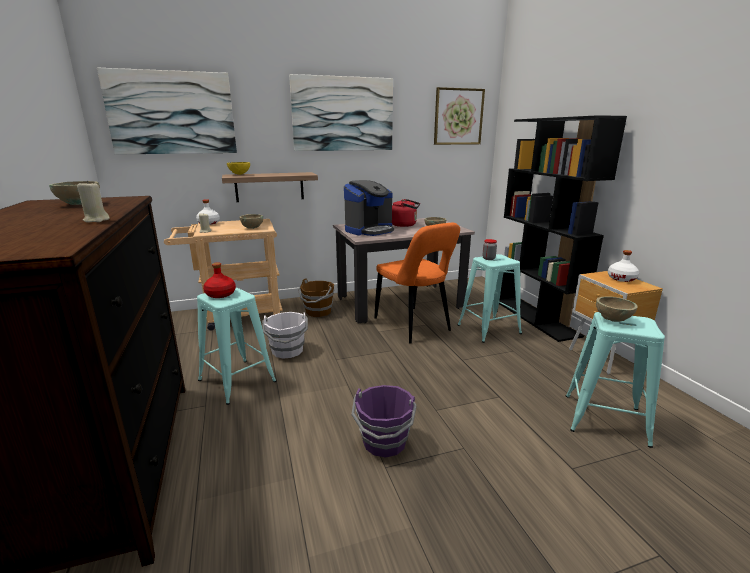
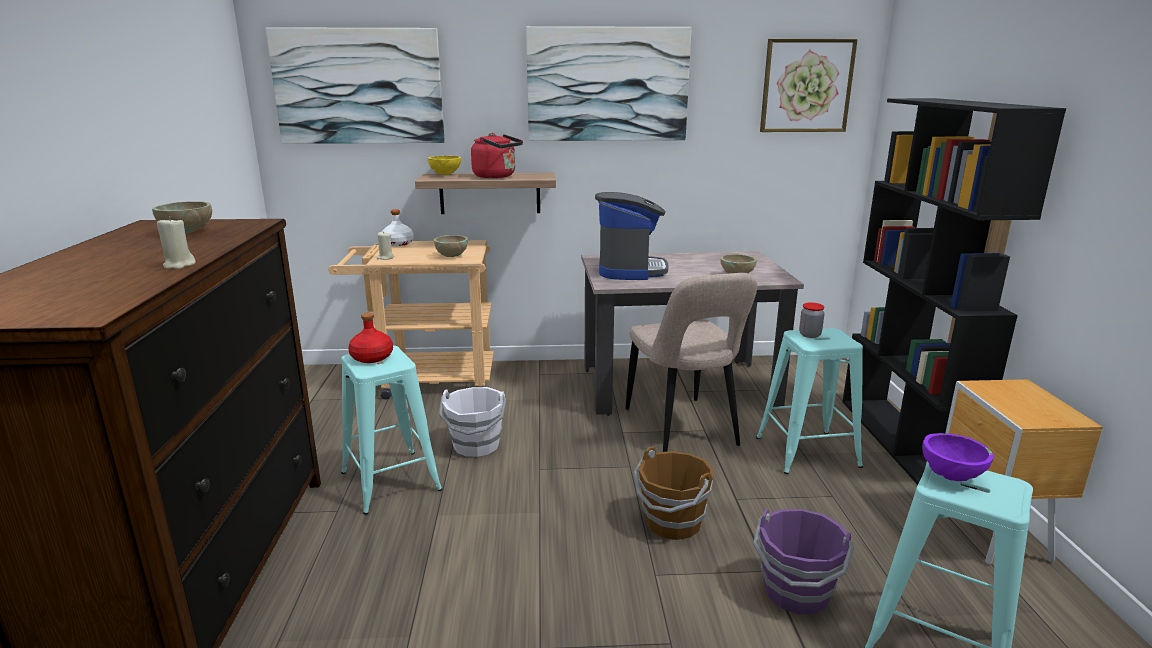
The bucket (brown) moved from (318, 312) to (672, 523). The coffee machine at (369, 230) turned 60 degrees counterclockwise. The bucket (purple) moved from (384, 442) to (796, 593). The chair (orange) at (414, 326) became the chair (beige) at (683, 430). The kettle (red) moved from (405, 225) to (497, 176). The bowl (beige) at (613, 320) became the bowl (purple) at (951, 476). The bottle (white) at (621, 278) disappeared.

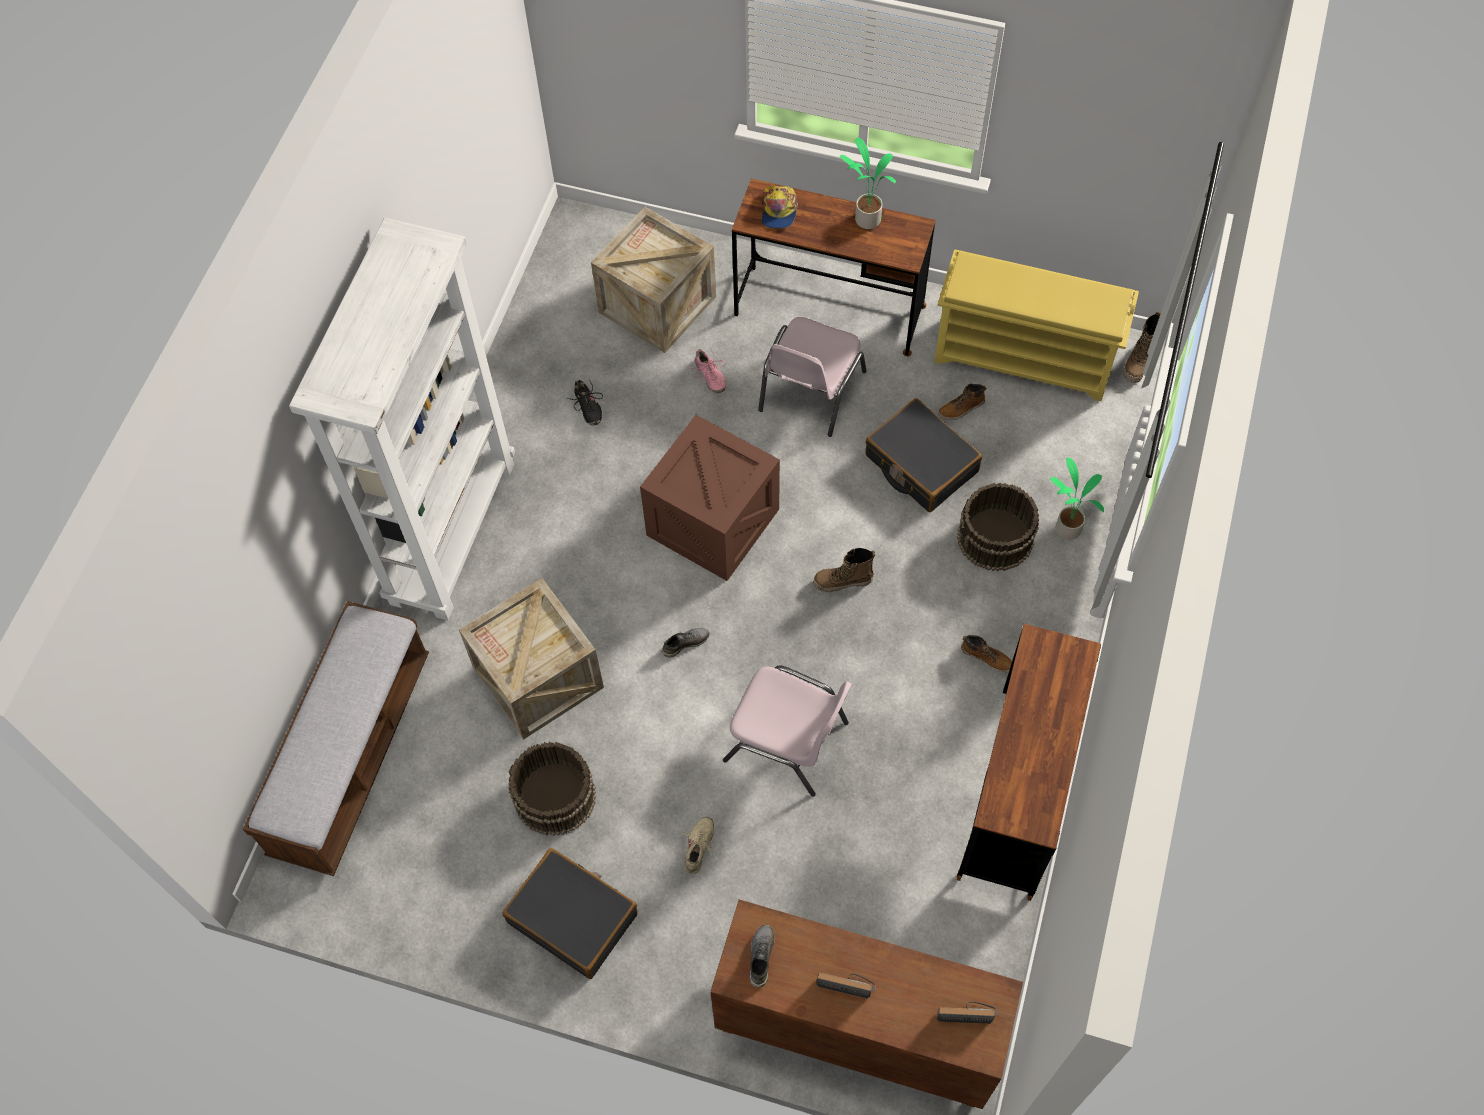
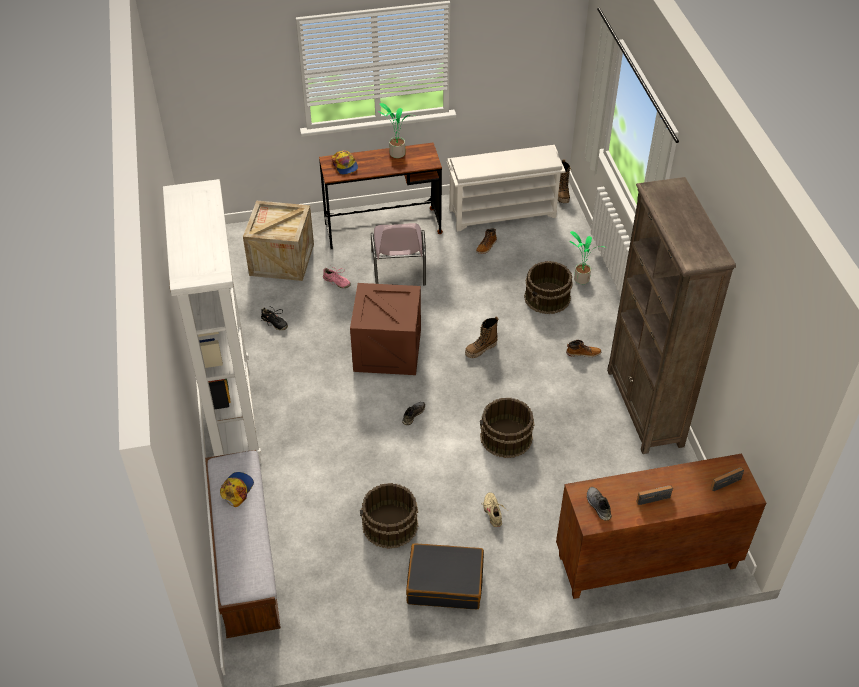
The crate at (538, 677) disappeared. The chair (pink) at (788, 741) was replaced by the bucket (brown) at (506, 438). The suitcase (black) at (920, 464) disappeared. The shoe rack (yellow) at (1025, 357) became the shoe rack (white) at (503, 212). The desk (brown) at (1017, 791) was replaced by the bookcase (brown) at (644, 408). The cap at (237, 490) appeared.

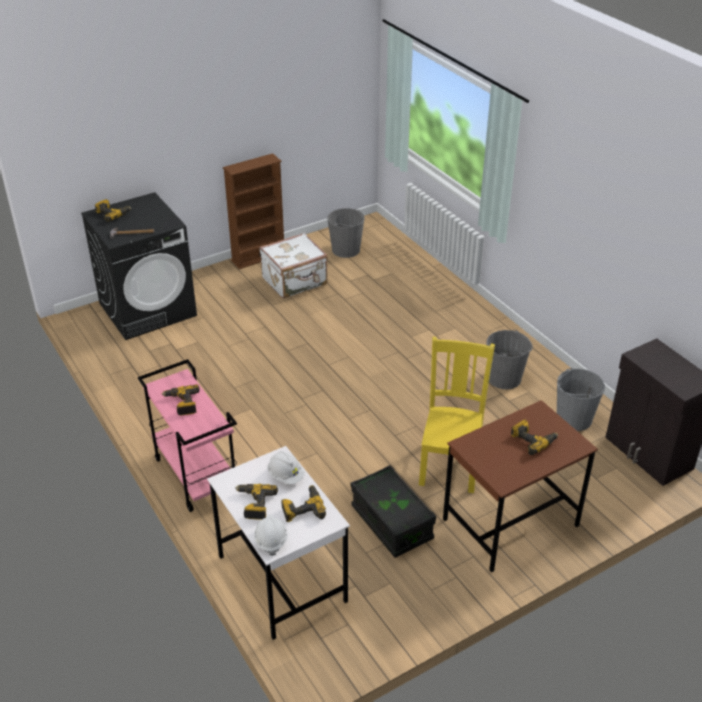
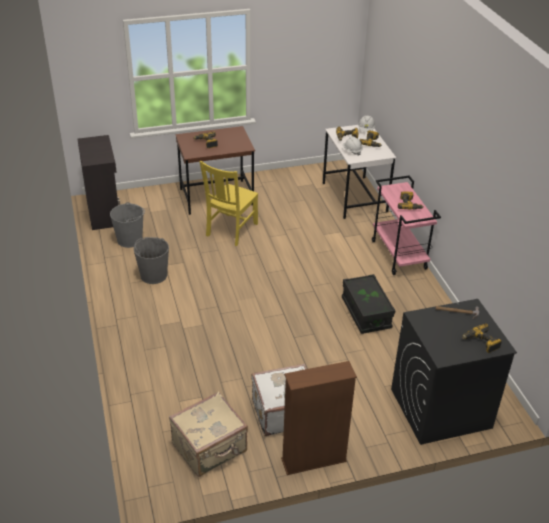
The bucket (grey) at (346, 250) was replaced by the suitcase (beige) at (210, 448). The storage box (black) moved from (391, 523) to (366, 313).

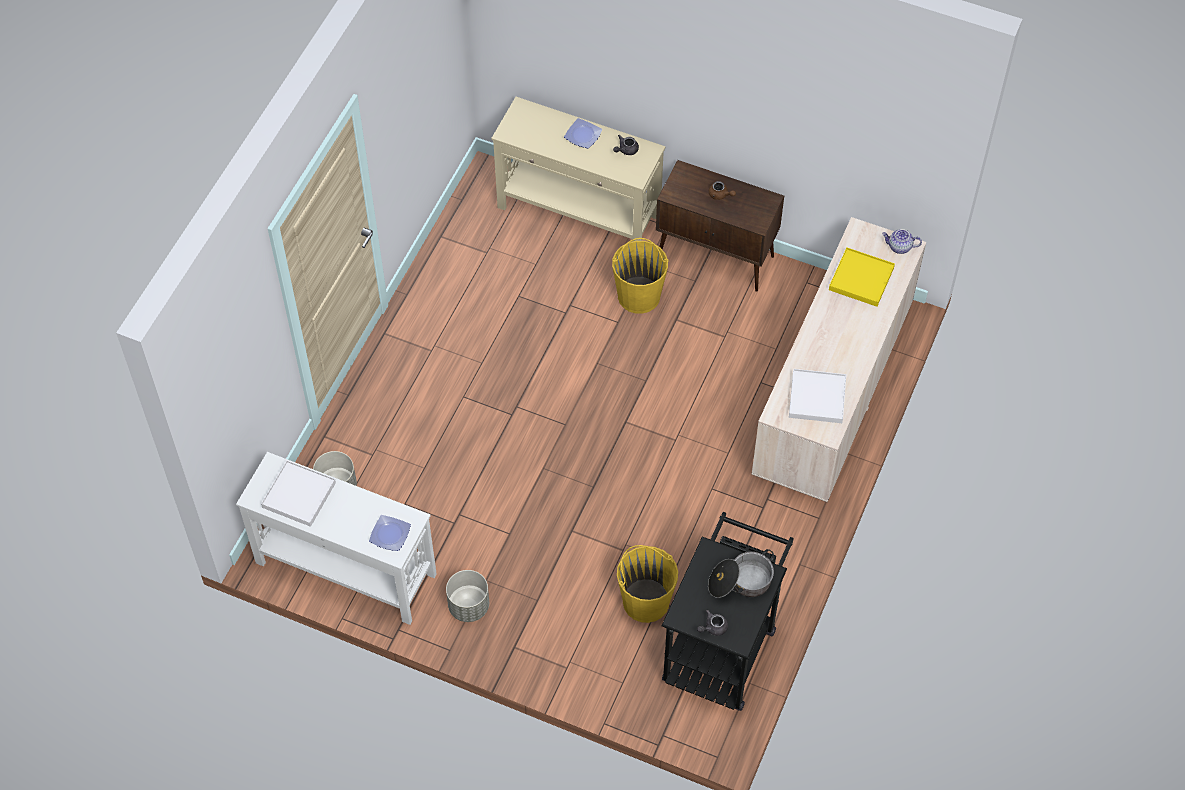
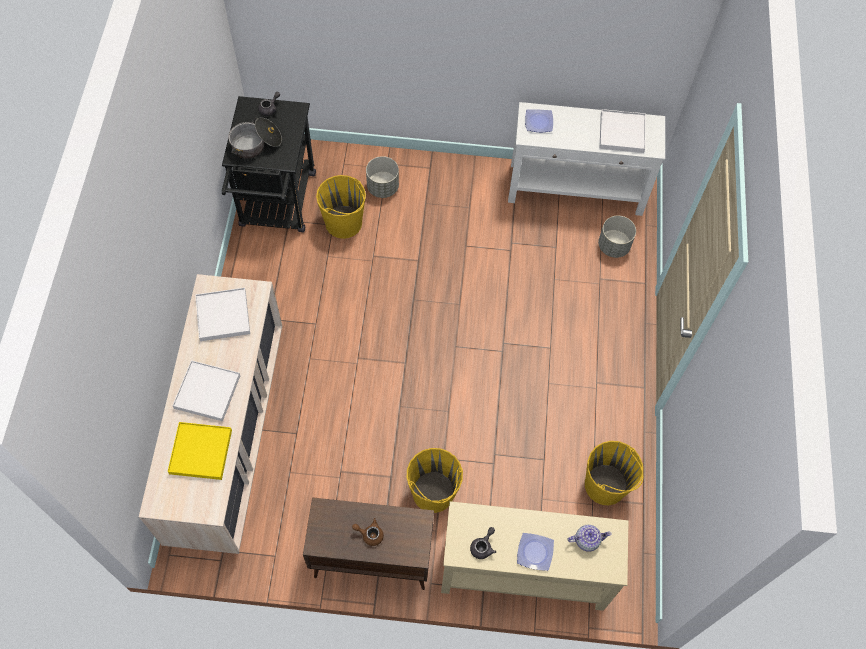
The planter (grey) moved from (468, 606) to (383, 187). The teapot moved from (899, 247) to (587, 540). The tray (white) at (207, 392) appeared. The bucket (yellow) at (605, 485) appeared.

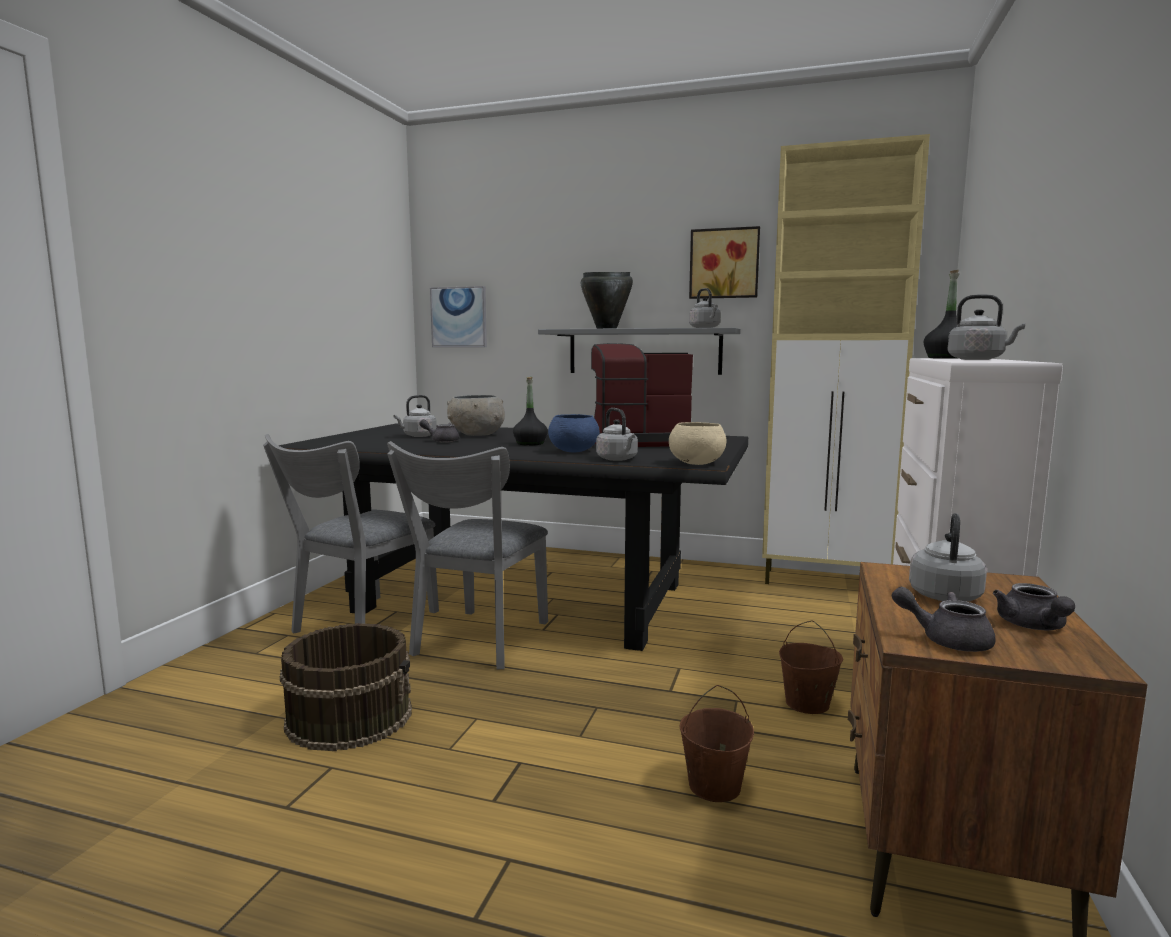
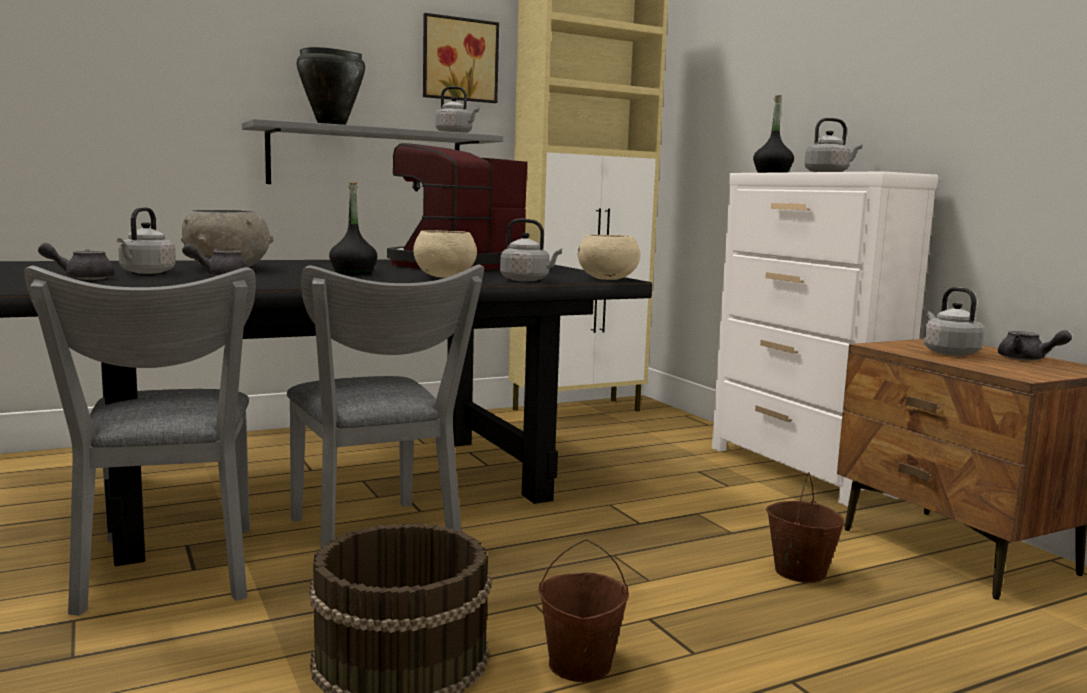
The picture at (459, 317) disappeared. The bowl (blue) at (573, 451) became the bowl (beige) at (444, 276). The bucket (brown) moved from (807, 704) to (580, 665). The teapot (grey) moved from (946, 640) to (82, 278).

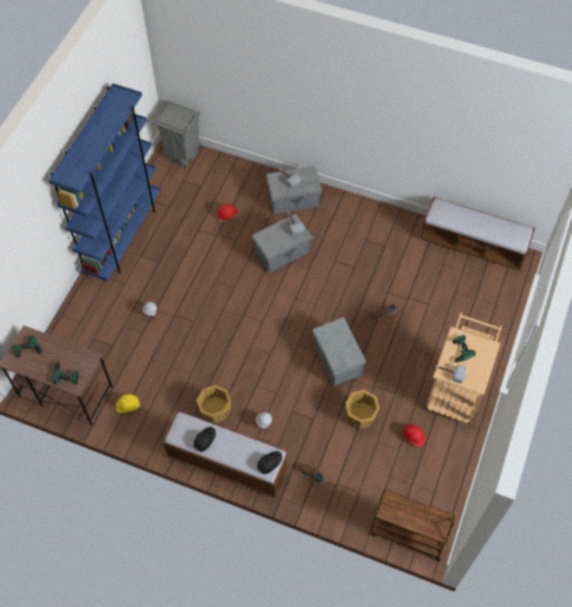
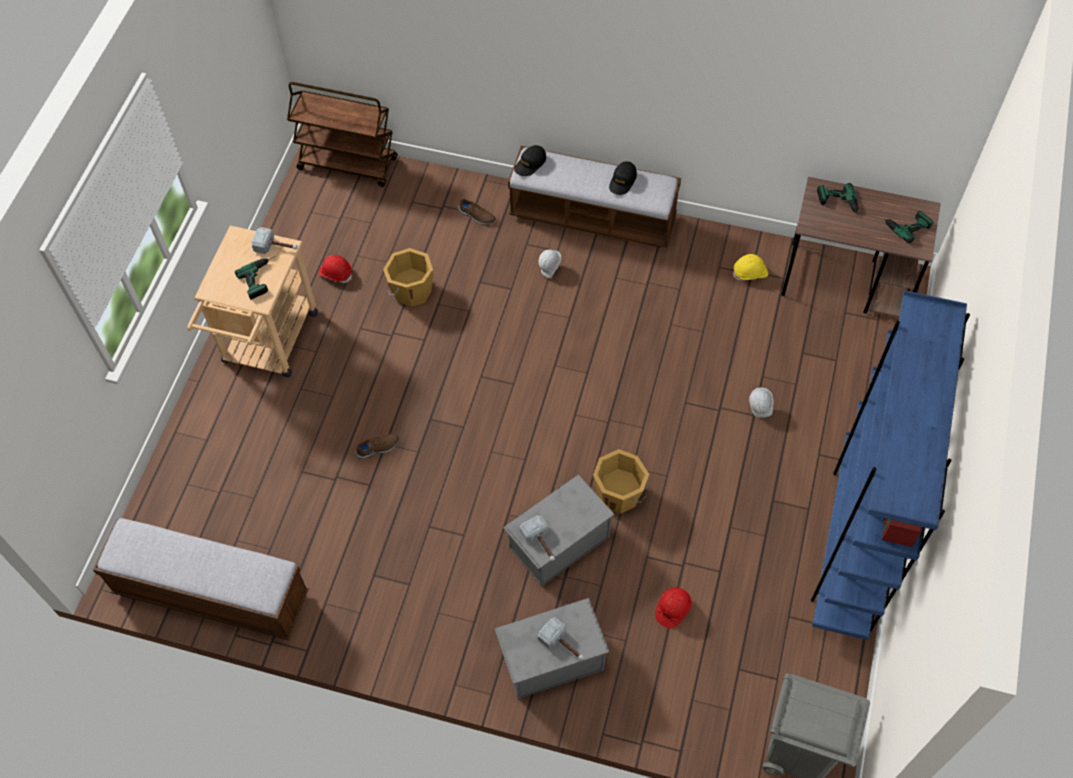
The bucket (orange) moved from (215, 412) to (619, 493). The storage box (grey) at (337, 360) disappeared.

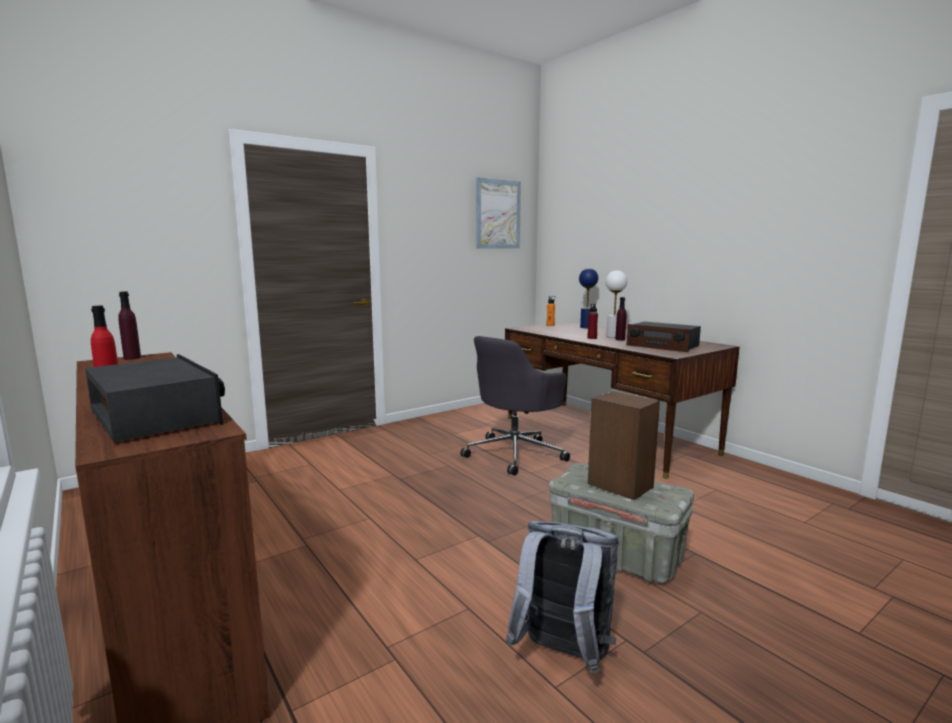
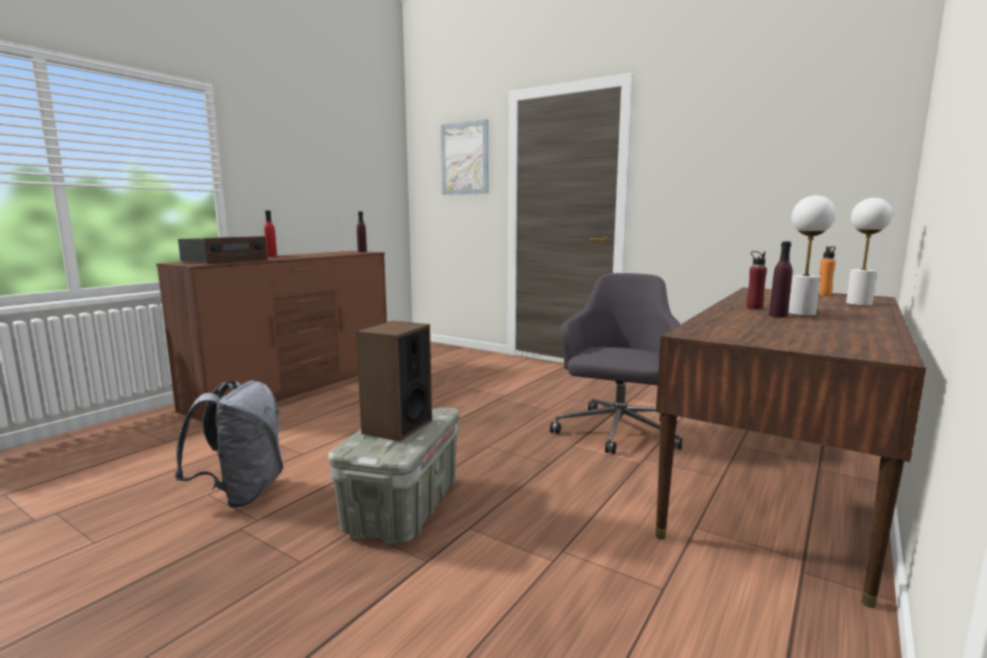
The office chair (grey) at (515, 454) turned 90 degrees clockwise. The picture moved from (497, 214) to (464, 158). The table lamp (blue) at (586, 327) became the table lamp (white) at (858, 303). The radio at (662, 346) disappeared.

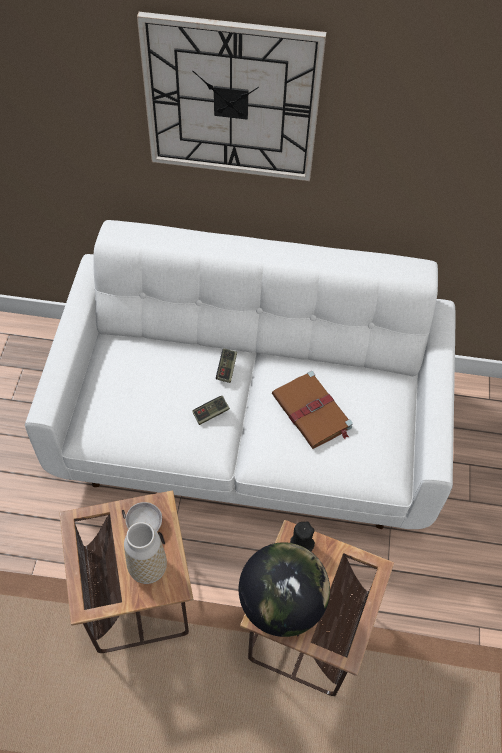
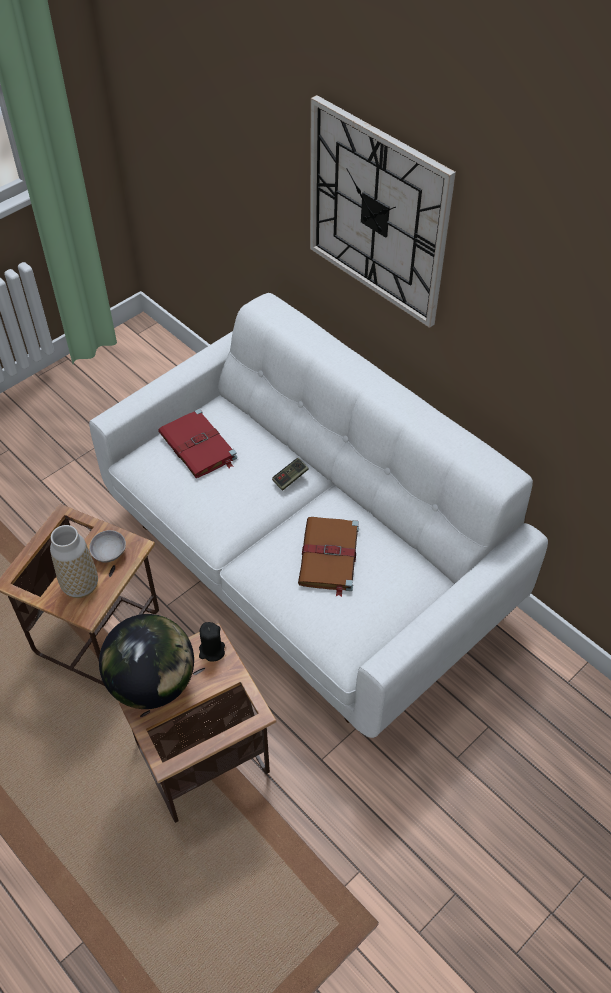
The game controller at (211, 413) disappeared. The book (red) at (198, 447) appeared.

